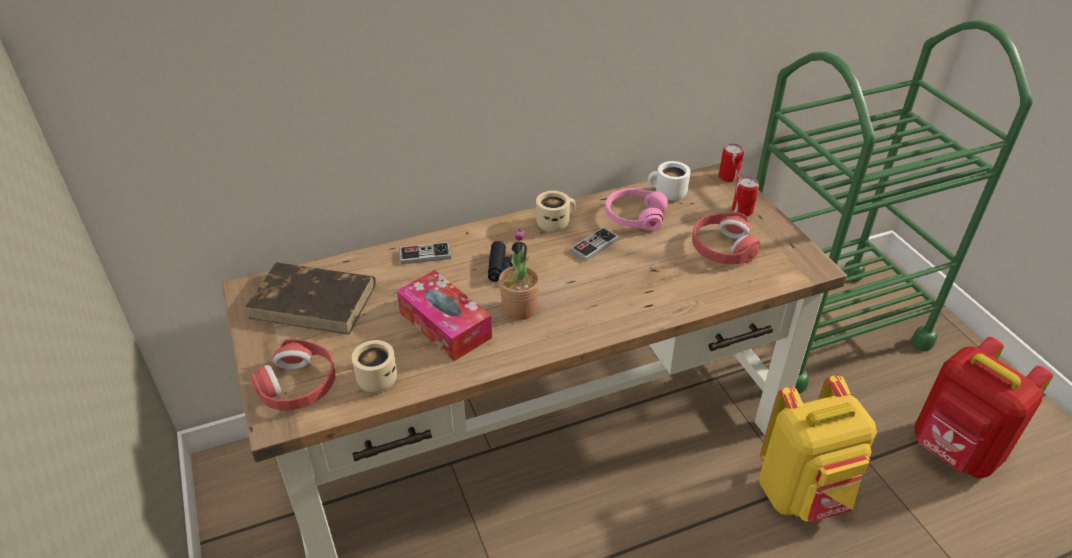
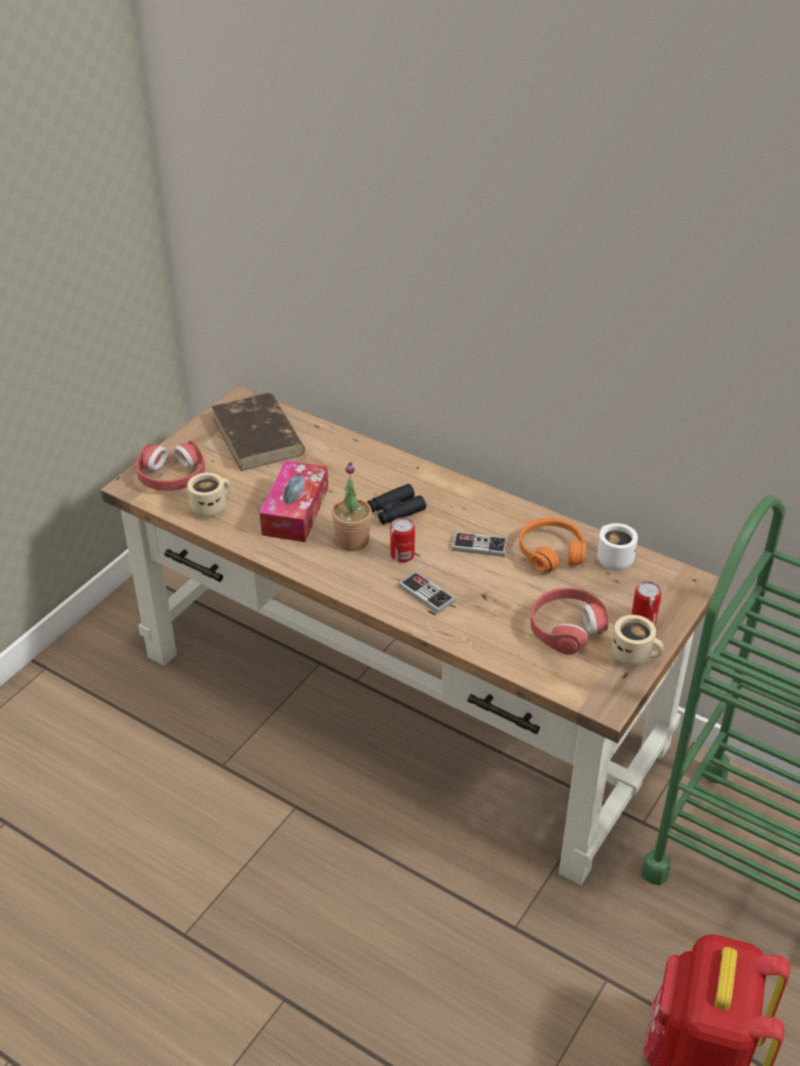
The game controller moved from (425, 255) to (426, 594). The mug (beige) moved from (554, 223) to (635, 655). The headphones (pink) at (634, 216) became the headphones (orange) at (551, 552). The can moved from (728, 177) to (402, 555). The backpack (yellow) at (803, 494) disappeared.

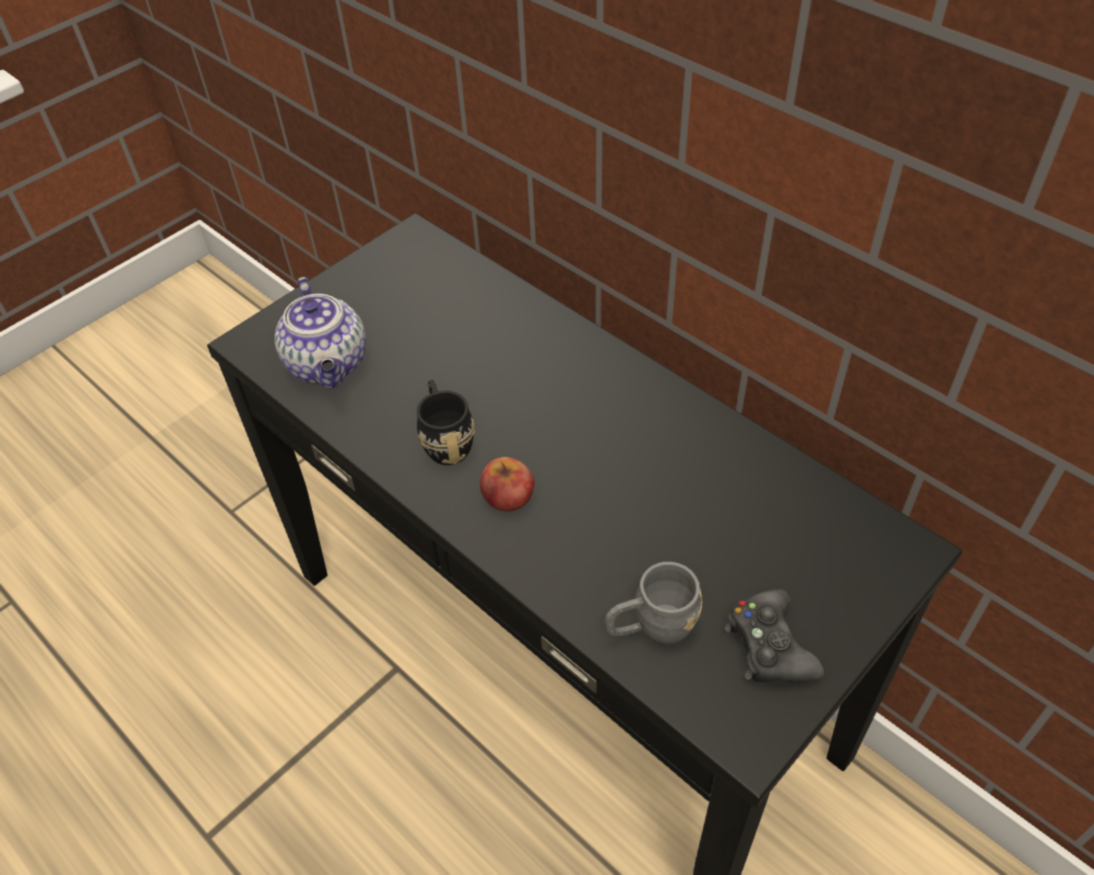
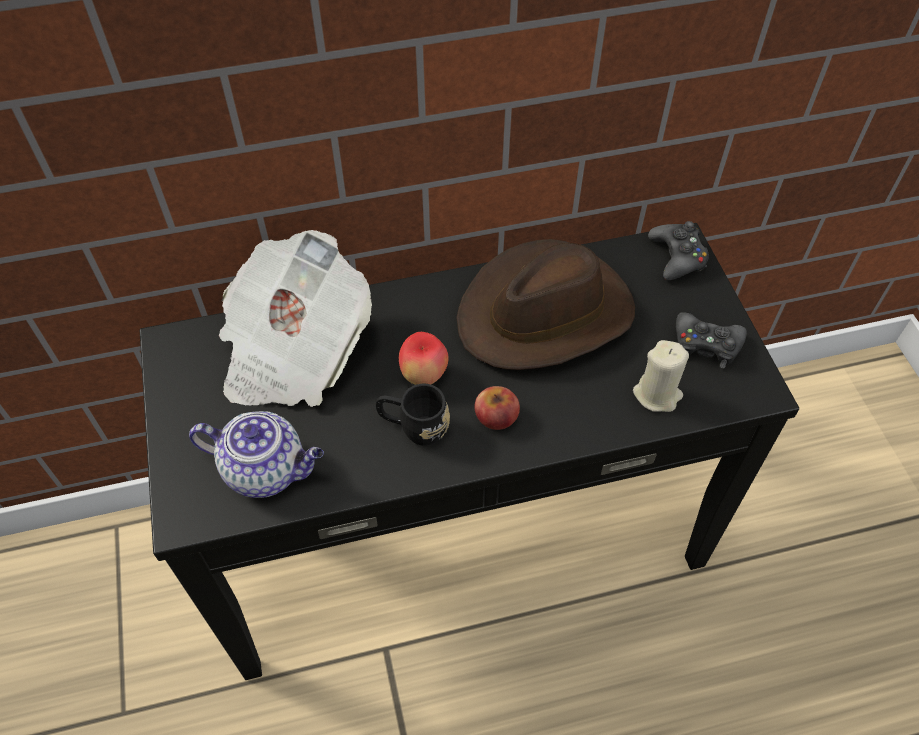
The mug (grey) at (651, 628) was replaced by the candle (beige) at (657, 394). The newspaper at (293, 350) appeared. The apple at (424, 375) appeared. The hat (brown) at (545, 313) appeared. The game controller (black) at (677, 257) appeared.

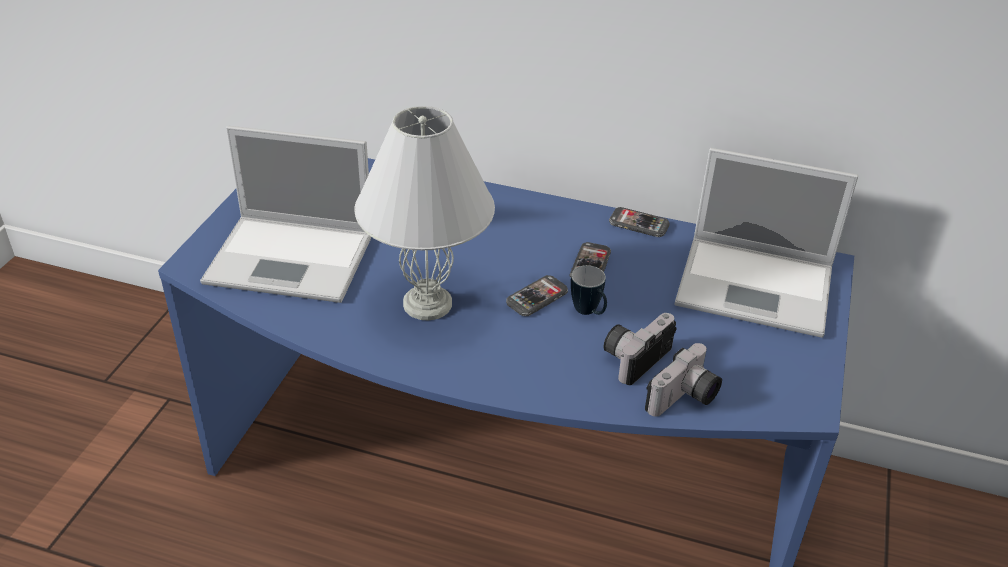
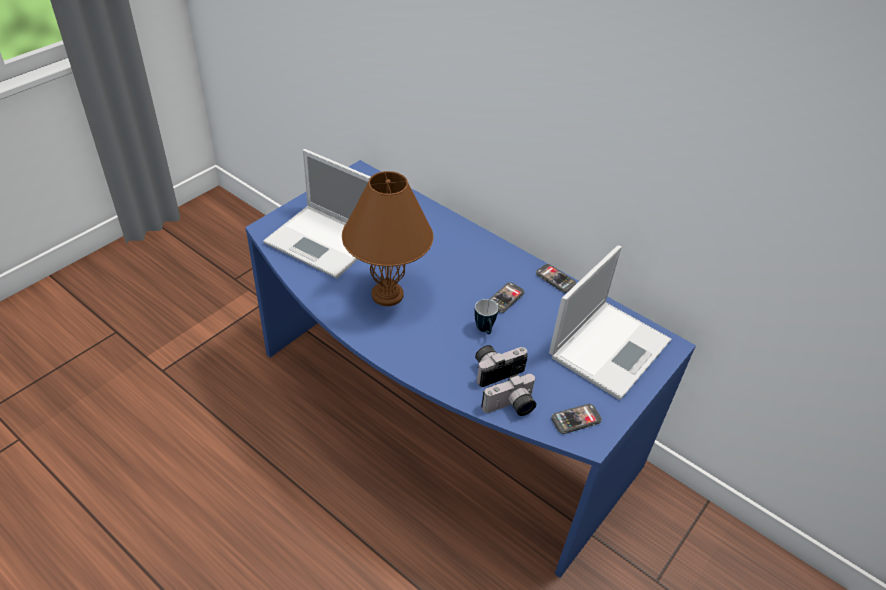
The table lamp (white) at (428, 303) became the table lamp (brown) at (388, 294). The phone moved from (537, 297) to (576, 419). The laptop at (758, 286) turned 90 degrees counterclockwise.

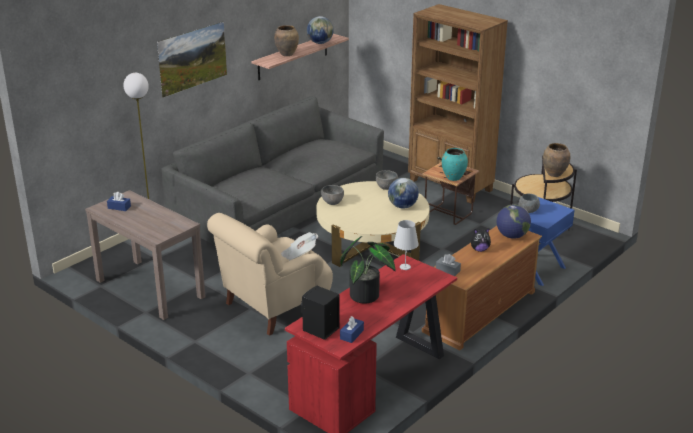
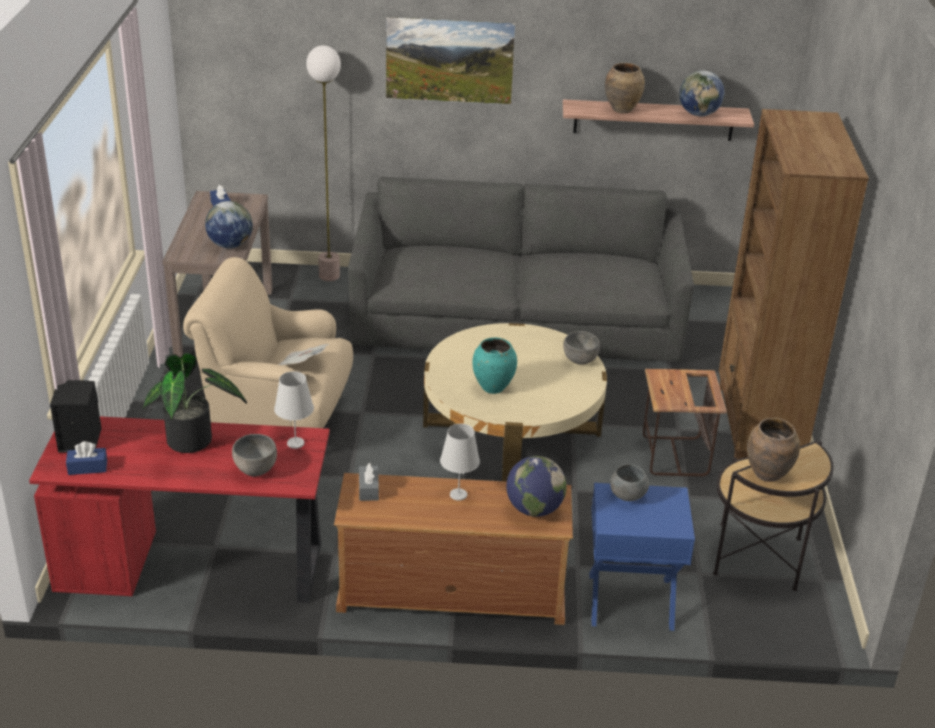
The bowl (grey) moved from (333, 202) to (255, 470). The globe moved from (402, 206) to (230, 245). The vase (turquoise) moved from (453, 178) to (492, 387). The plush toy at (479, 250) was replaced by the table lamp (white) at (458, 495).

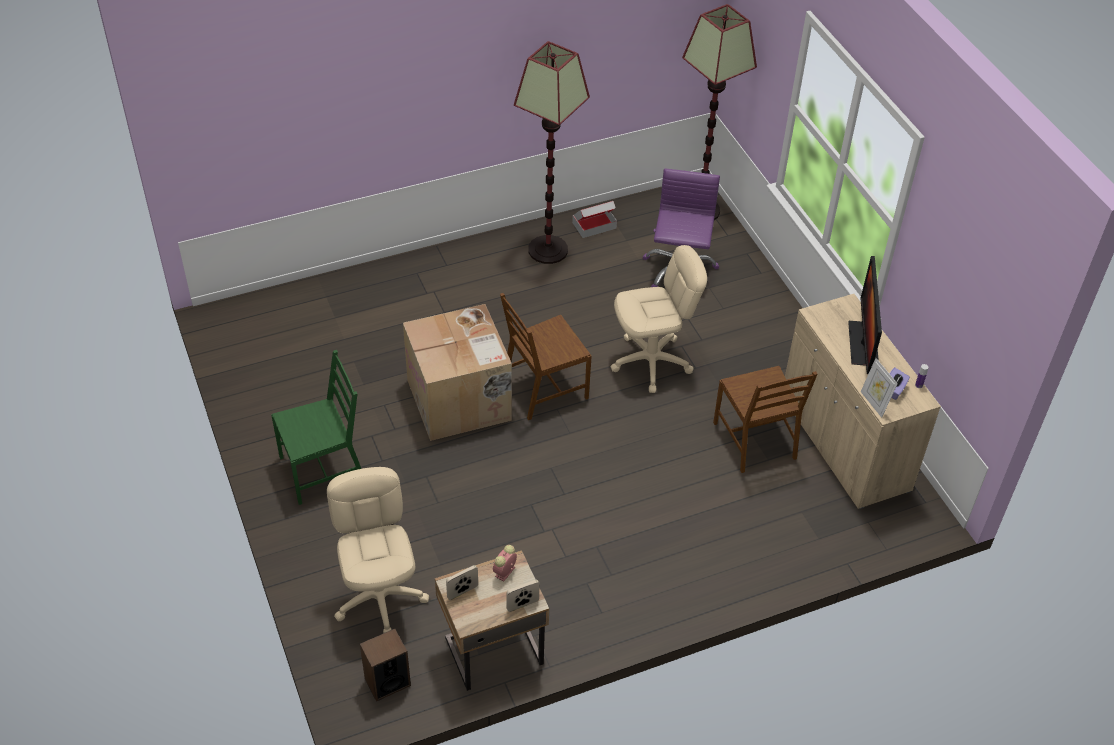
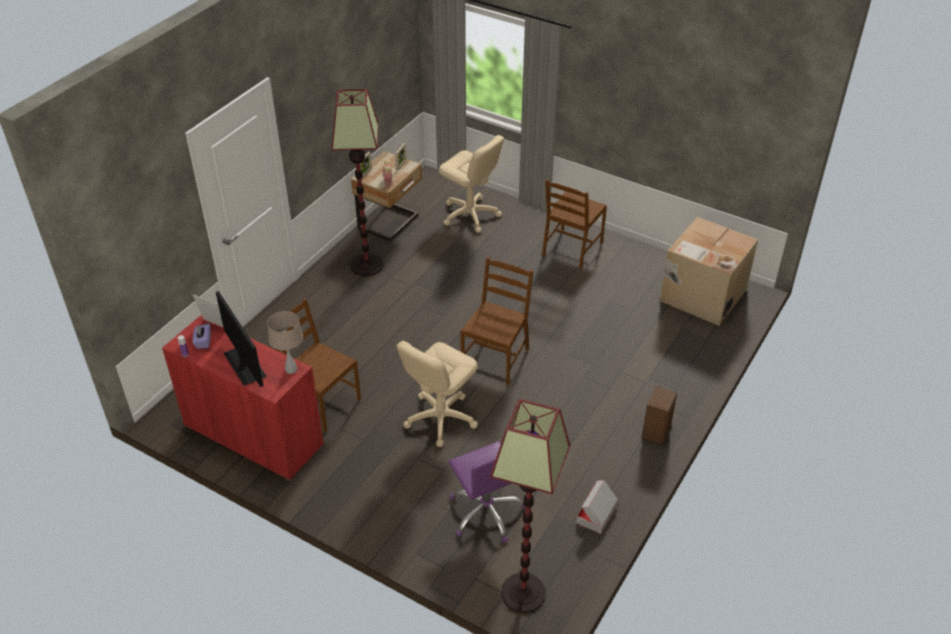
The chair (green) at (323, 469) became the chair (brown) at (571, 249). The speaker moved from (387, 682) to (656, 432). The cardboard box moved from (460, 400) to (701, 295). The floor lamp moved from (548, 249) to (367, 265). The cabinet (beige) at (844, 443) became the cabinet (red) at (253, 435). The table lamp (beige) at (291, 369) appeared.

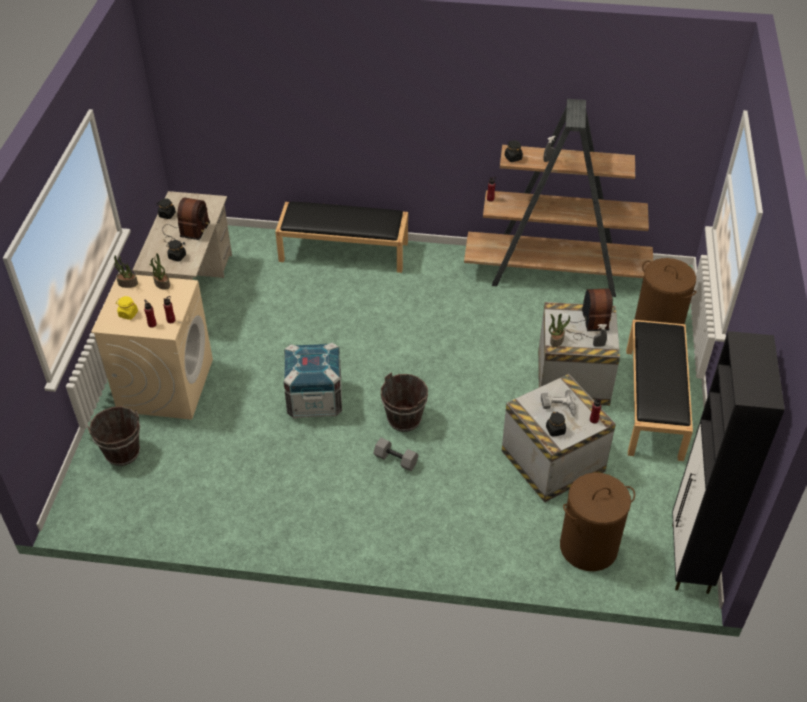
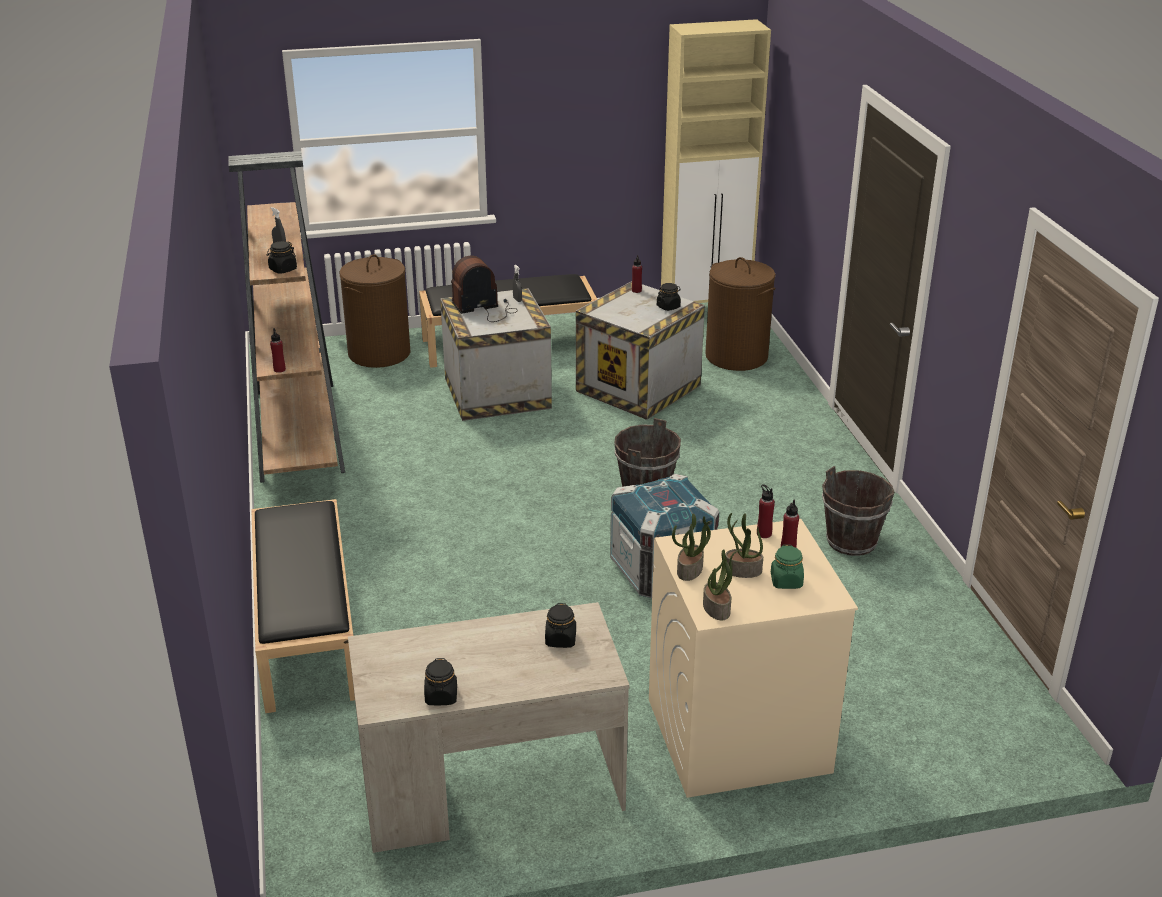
The bucket (brown) moved from (122, 452) to (851, 542). The jar (yellow) at (128, 314) became the jar (green) at (786, 581). The radio at (186, 232) disappeared. The dumbbell (grey) at (395, 460) disappeared. The power drill at (558, 407) disappeared. The potted plant moved from (556, 340) to (742, 571). The cabinet (black) at (689, 559) became the cabinet (beige) at (706, 311).

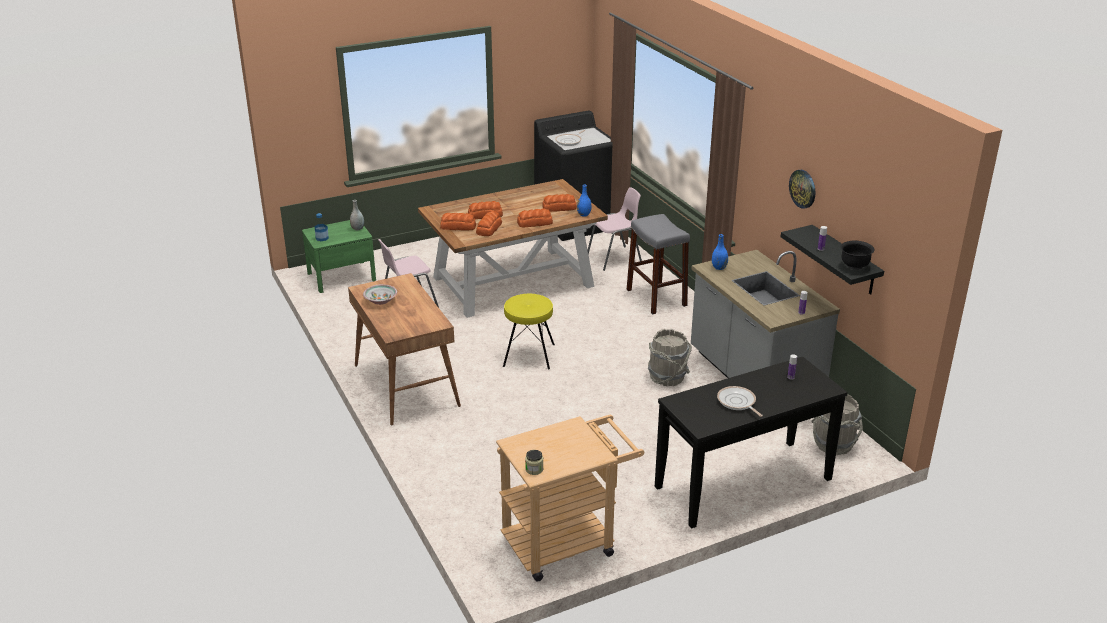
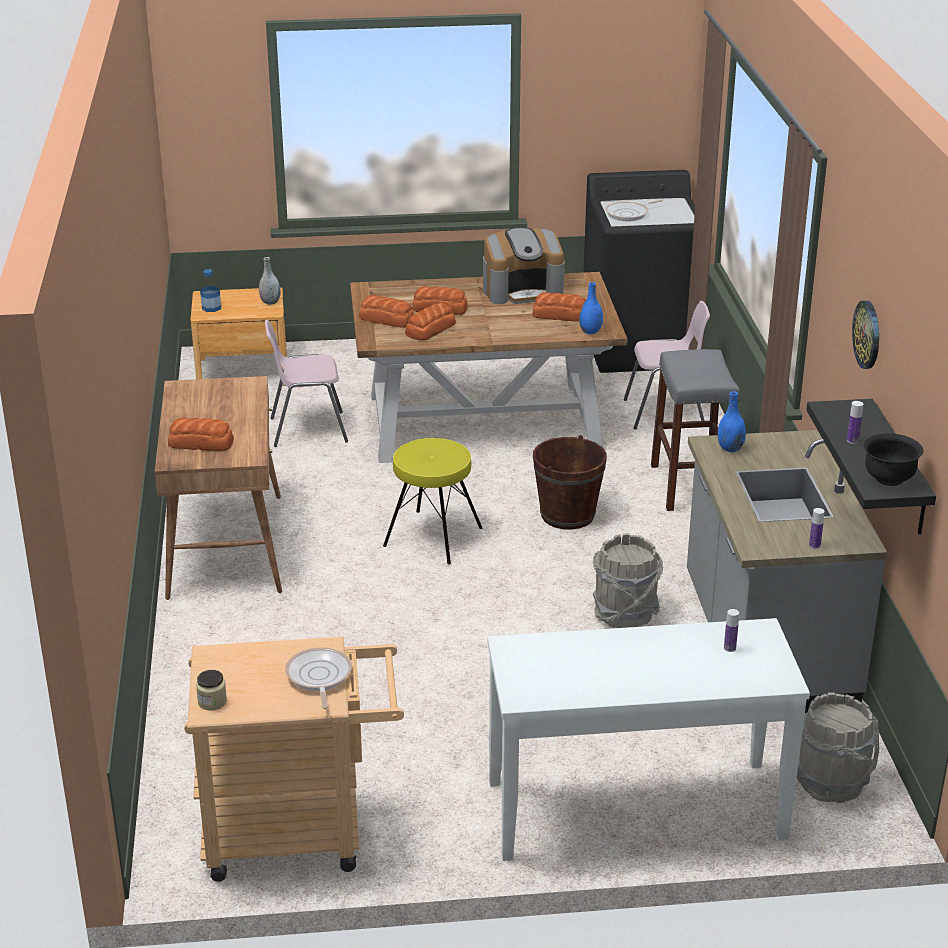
The nightstand (green) at (341, 276) became the nightstand (brown) at (242, 371). The bowl at (380, 300) disappeared. The bread moved from (535, 223) to (201, 443). The console table (black) at (743, 483) became the console table (white) at (635, 810). The frying pan moved from (737, 402) to (318, 677). The coffee machine at (522, 290) appeared. The bucket (brown) at (567, 515) appeared.

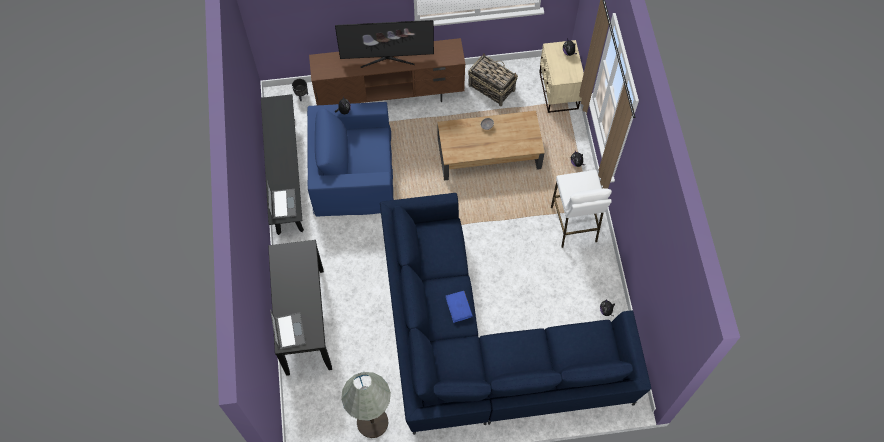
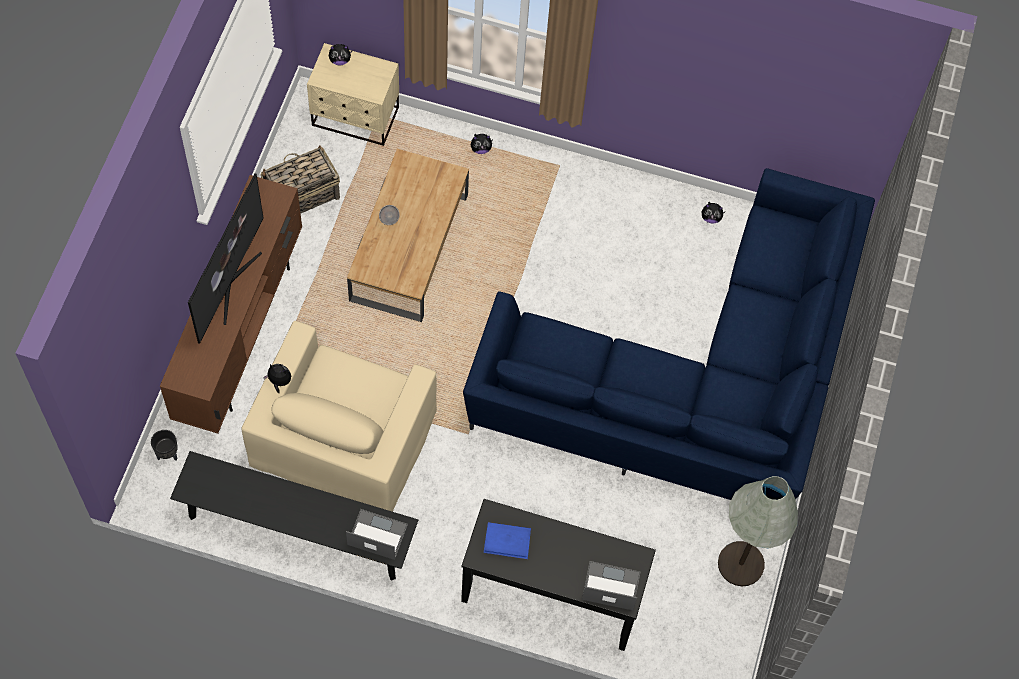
The armchair (blue) at (353, 172) became the armchair (beige) at (343, 435). The book (blue) moved from (459, 307) to (507, 541). The stool (white) at (573, 224) disappeared.

